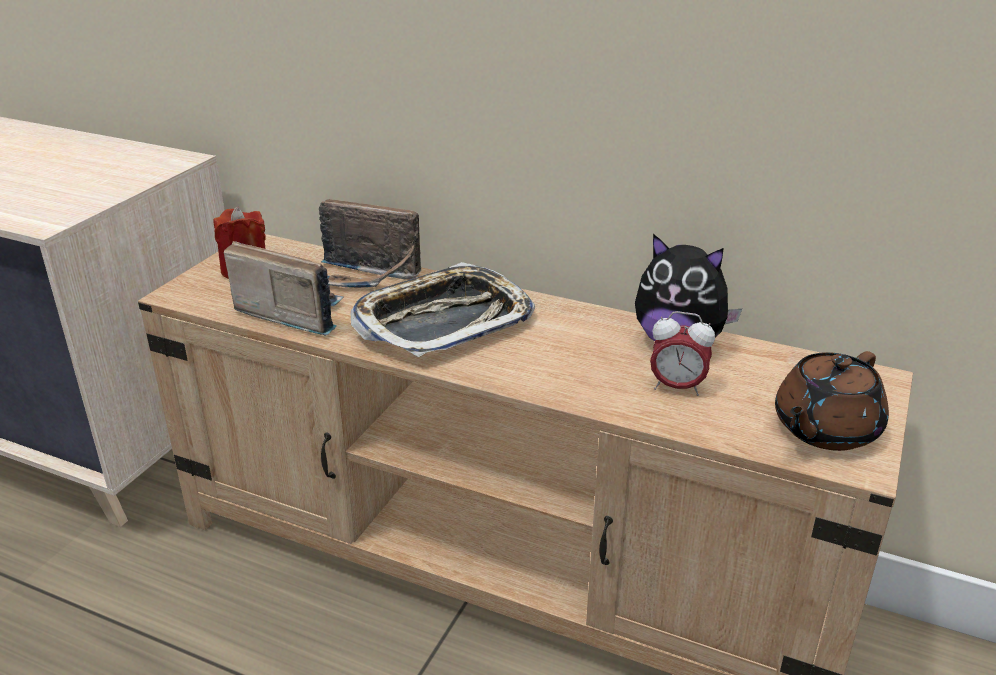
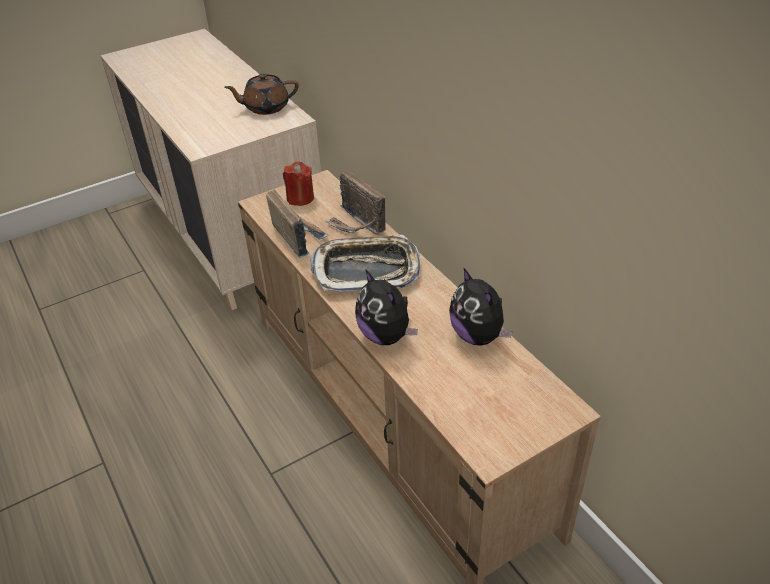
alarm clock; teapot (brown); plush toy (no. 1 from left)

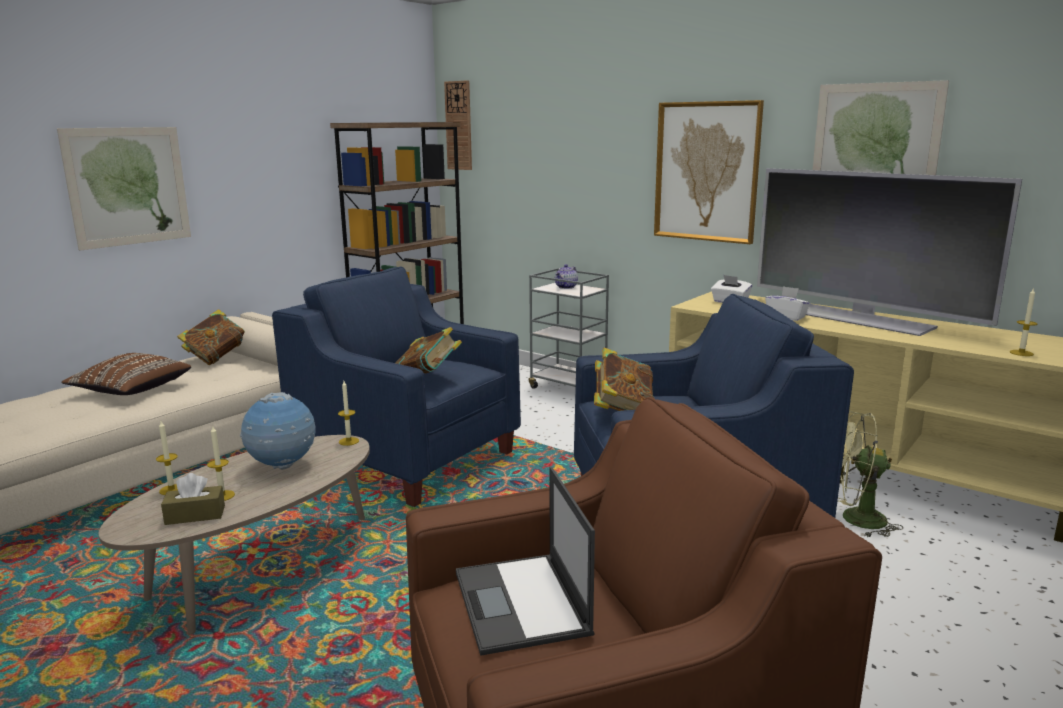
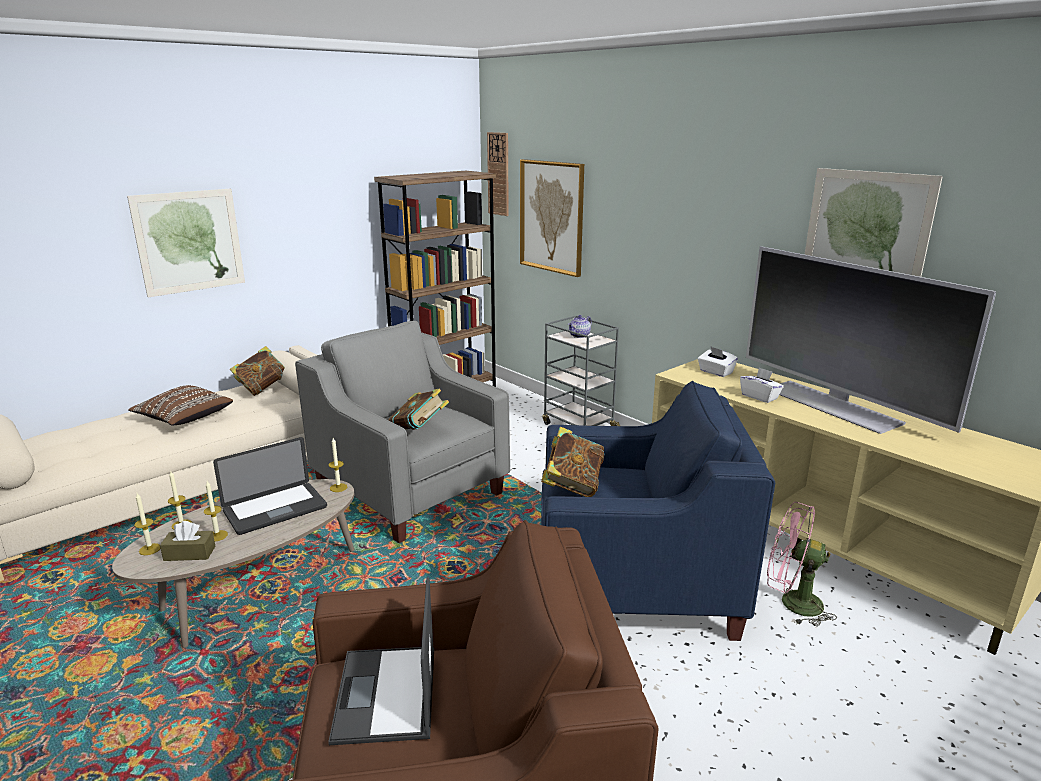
laptop (no. 1 from left); armchair (grey); picture (no. 2 from left); fan (pink); candle (no. 1 from left)

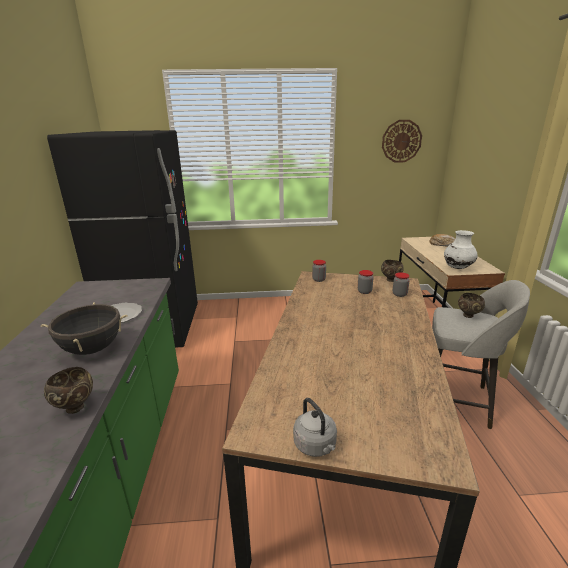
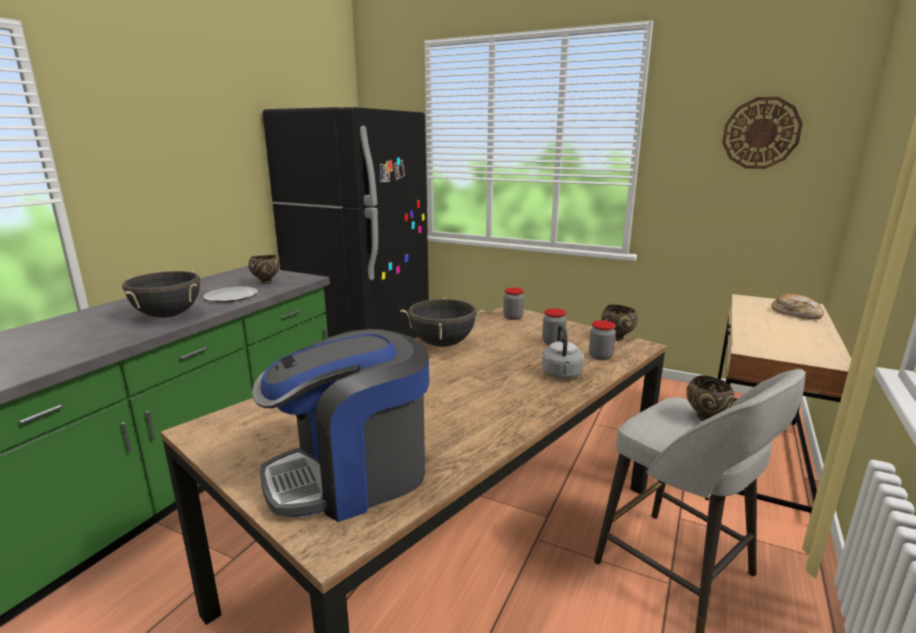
bowl (brown) (no. 1 from left); kettle (grey); vase (white); coffee machine; cooking pot (black) (no. 2 from left)

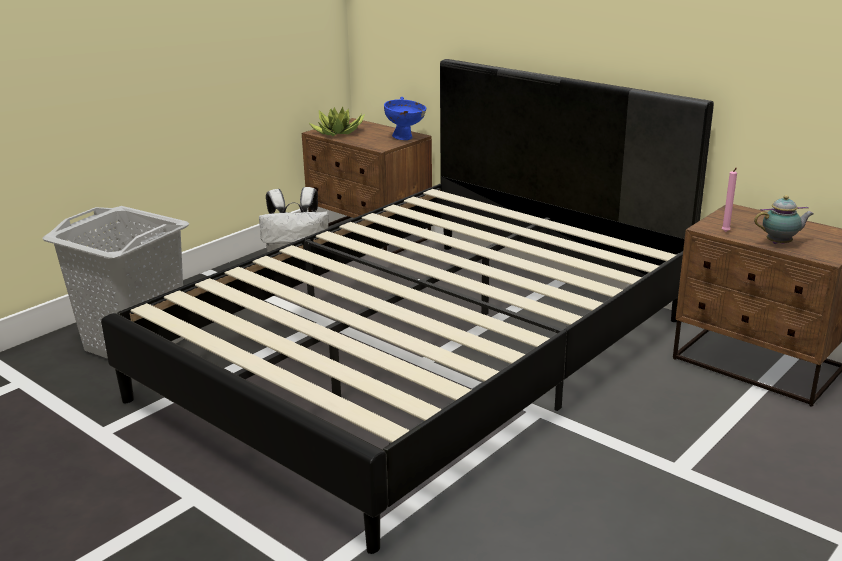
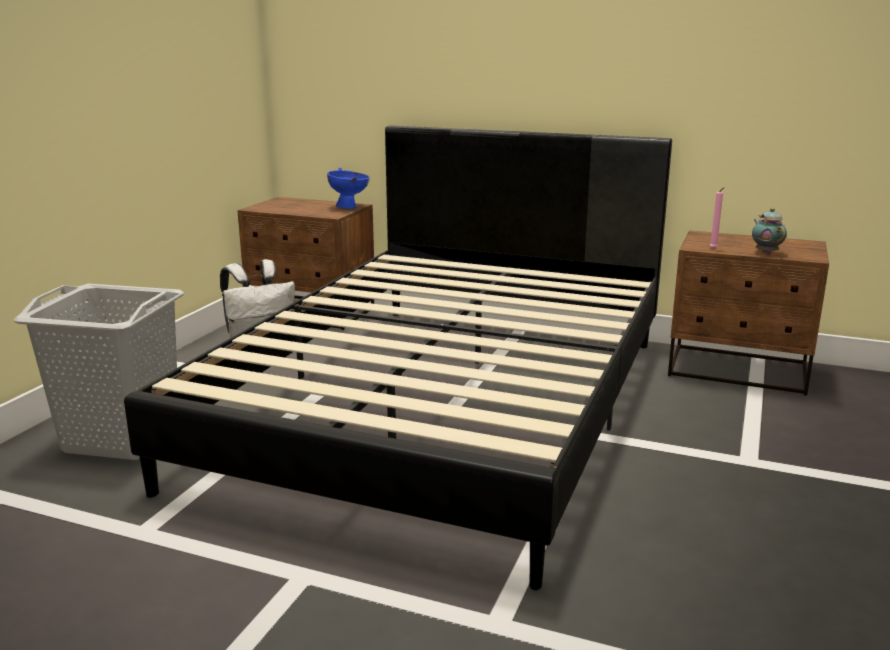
potted plant; teapot

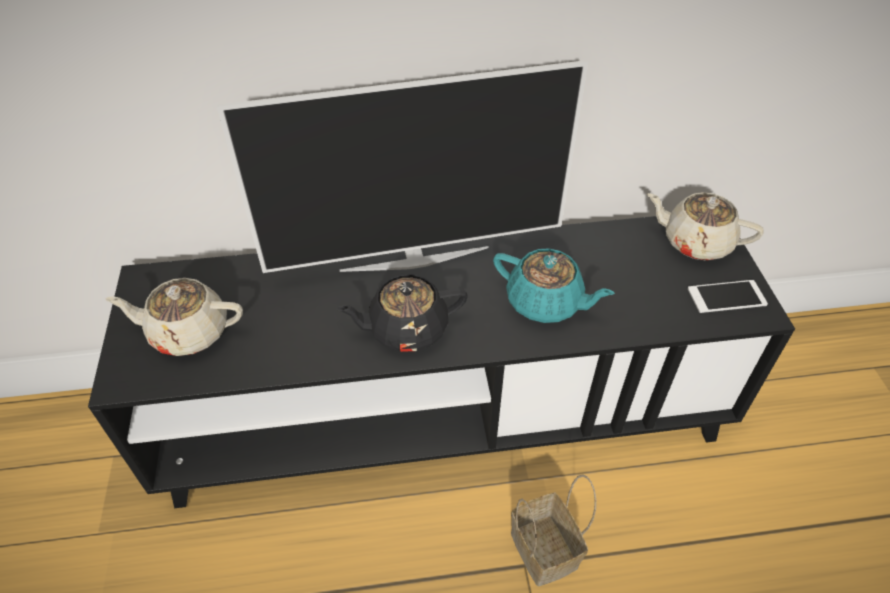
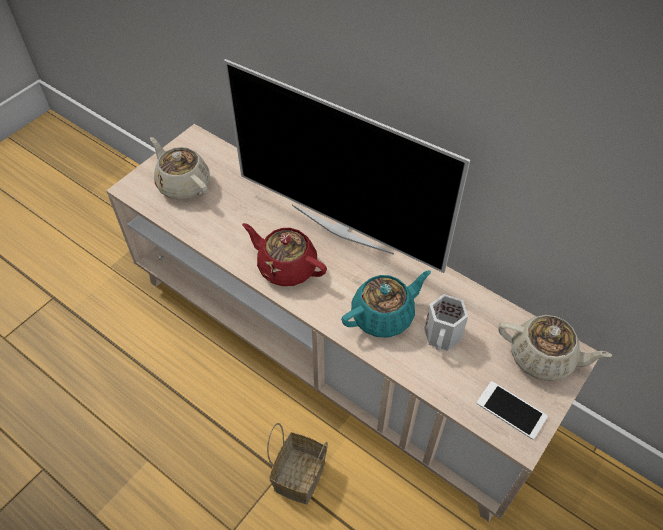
tv stand (beige); teapot (red); teapot (turquoise); teapot (beige) (no. 2 from left); mug (white)

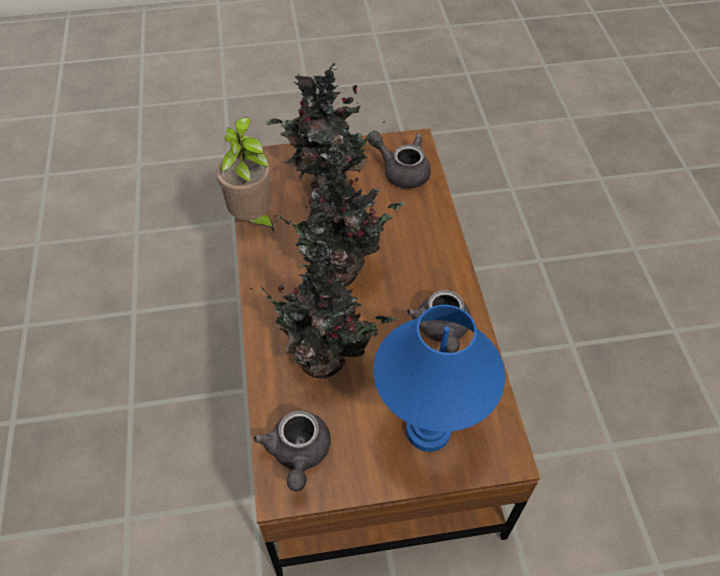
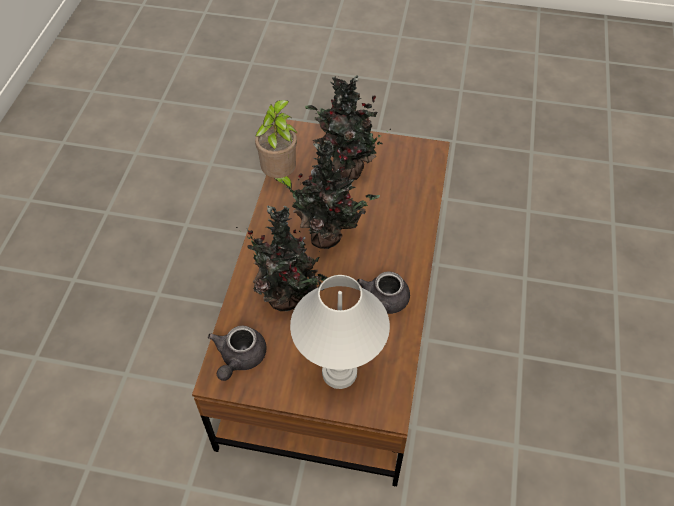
teapot (grey) (no. 2 from left in the first image); table lamp (white)

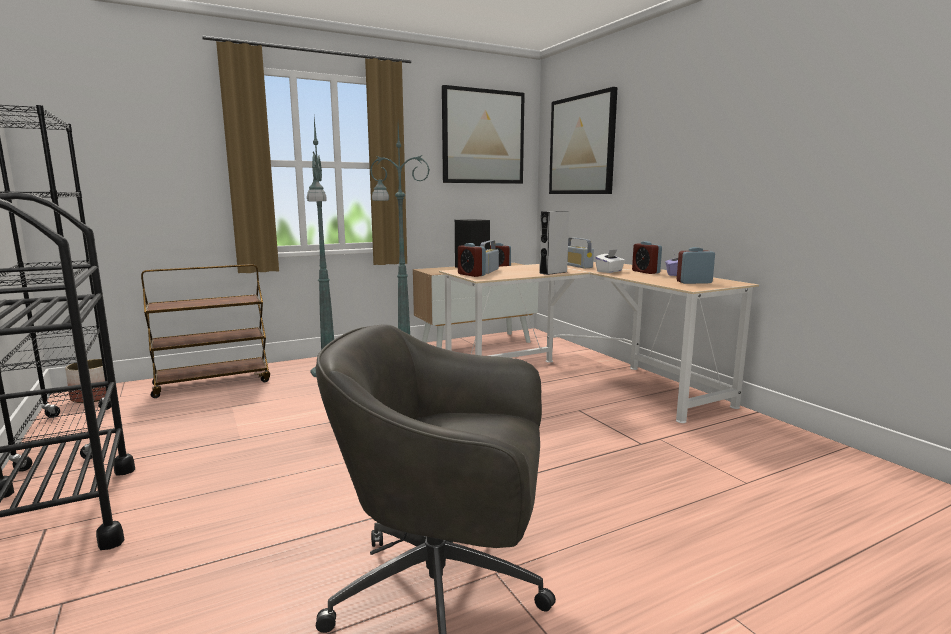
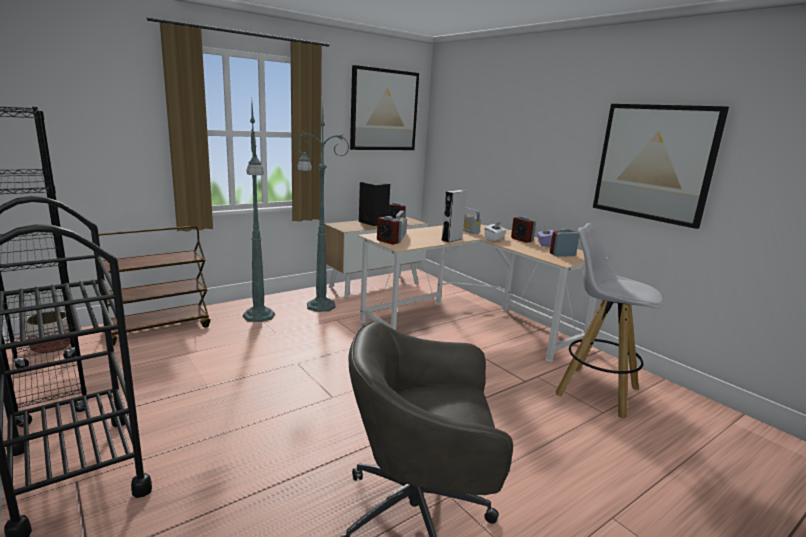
picture (no. 2 from left); stool (white)

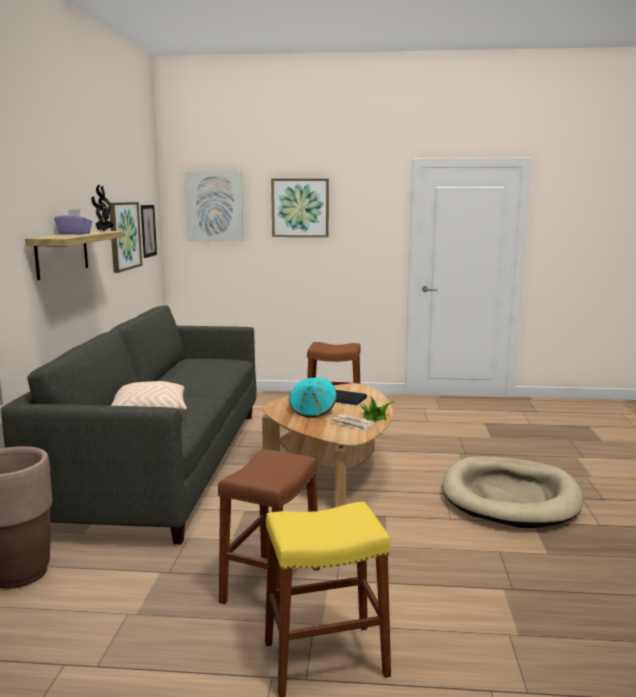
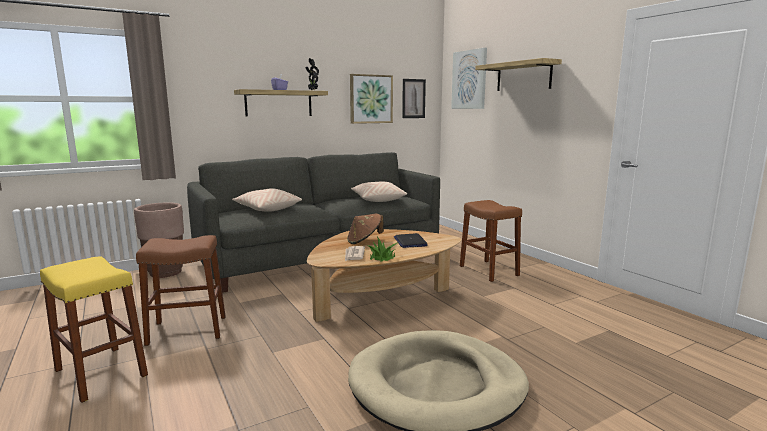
shelf (no. 2 from left); hat (brown); pillow (beige) (no. 2 from left)

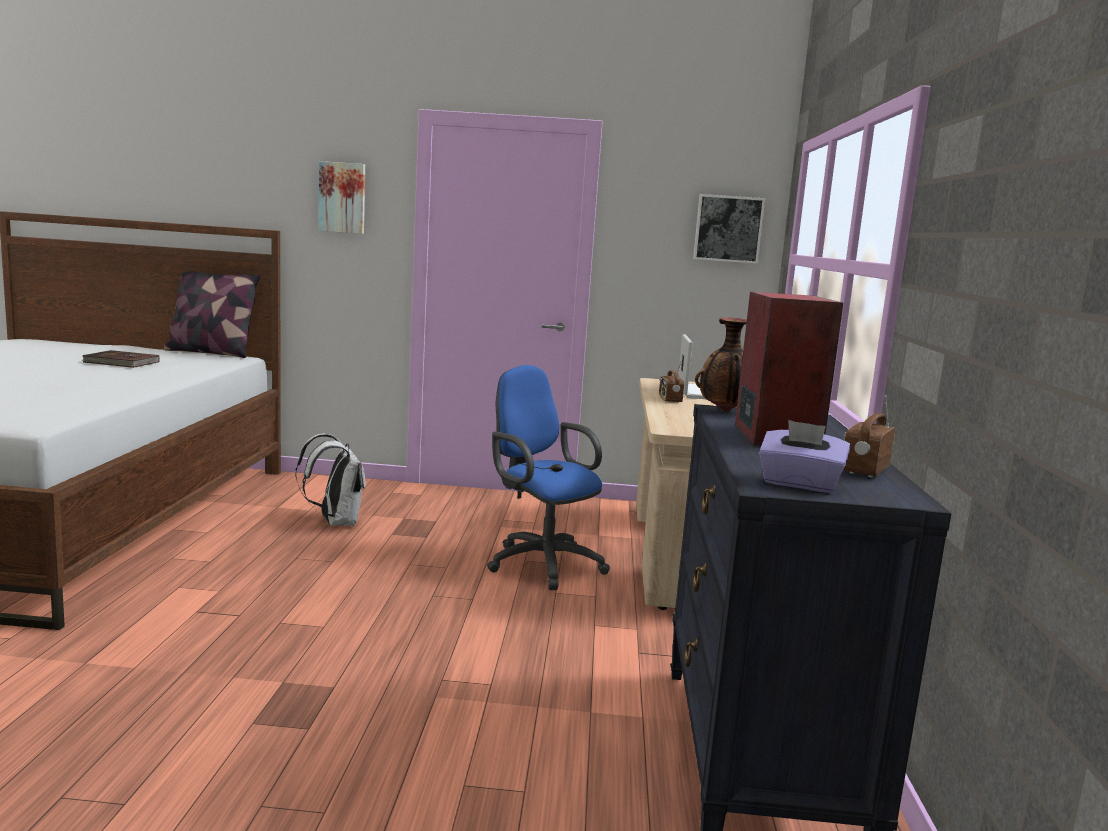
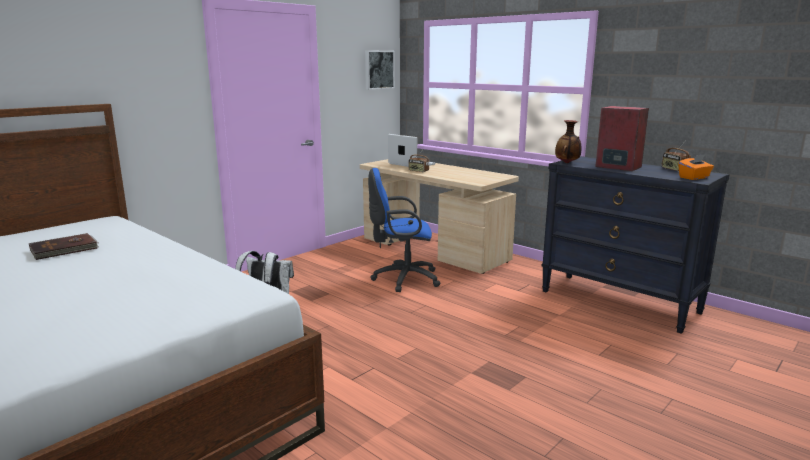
pillow; picture (no. 1 from left in the first image); tissue box (orange)

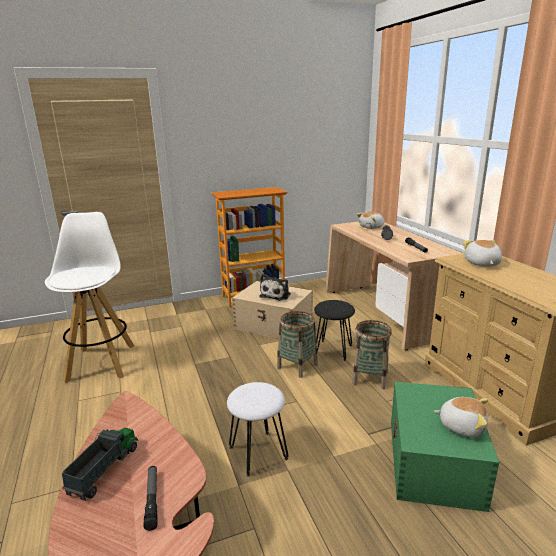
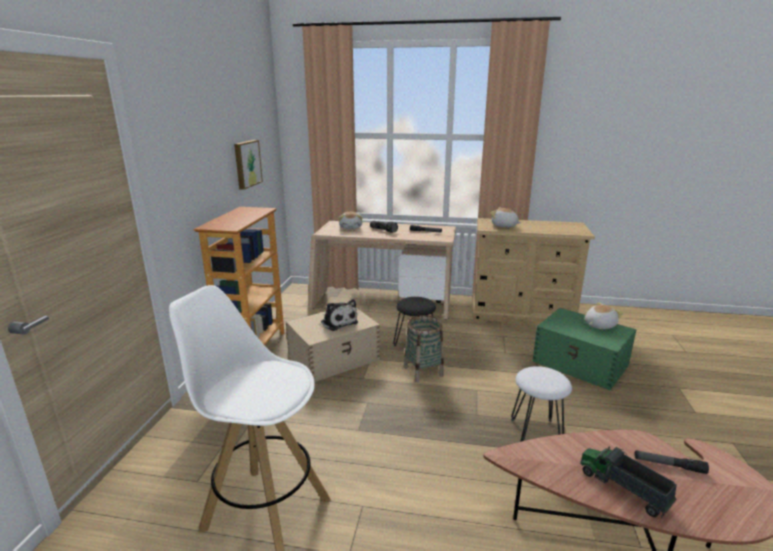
basket (no. 2 from left in the first image); picture

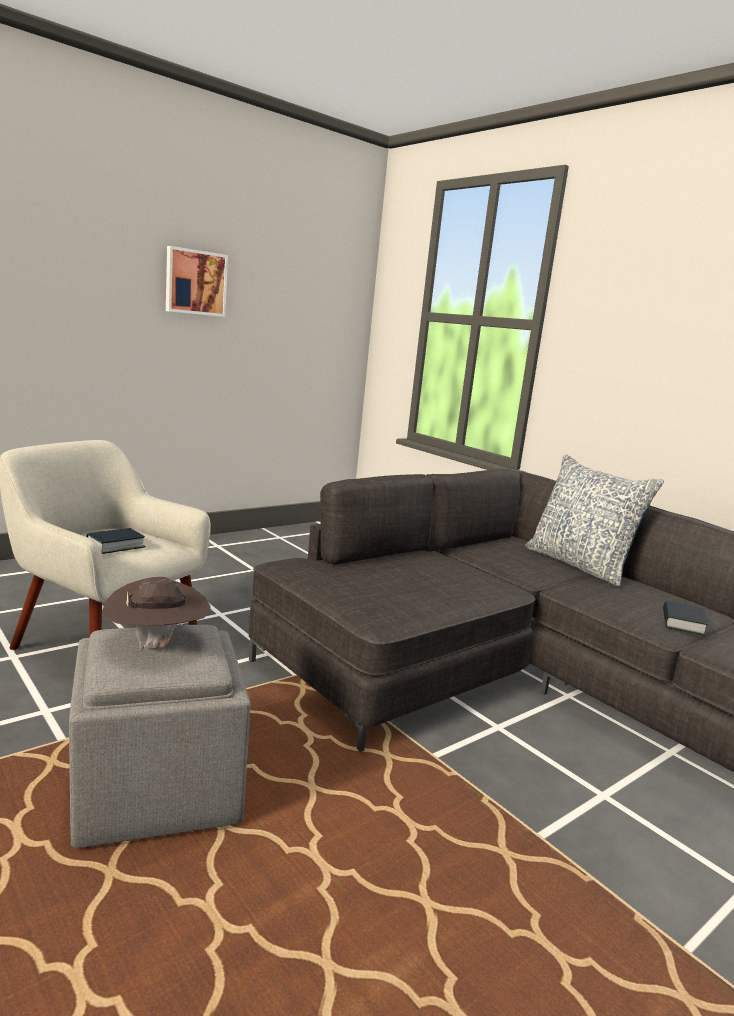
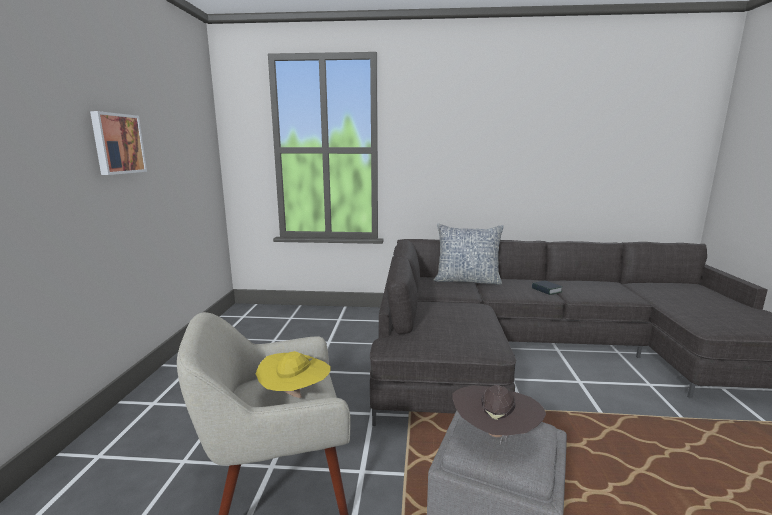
hat (yellow)

